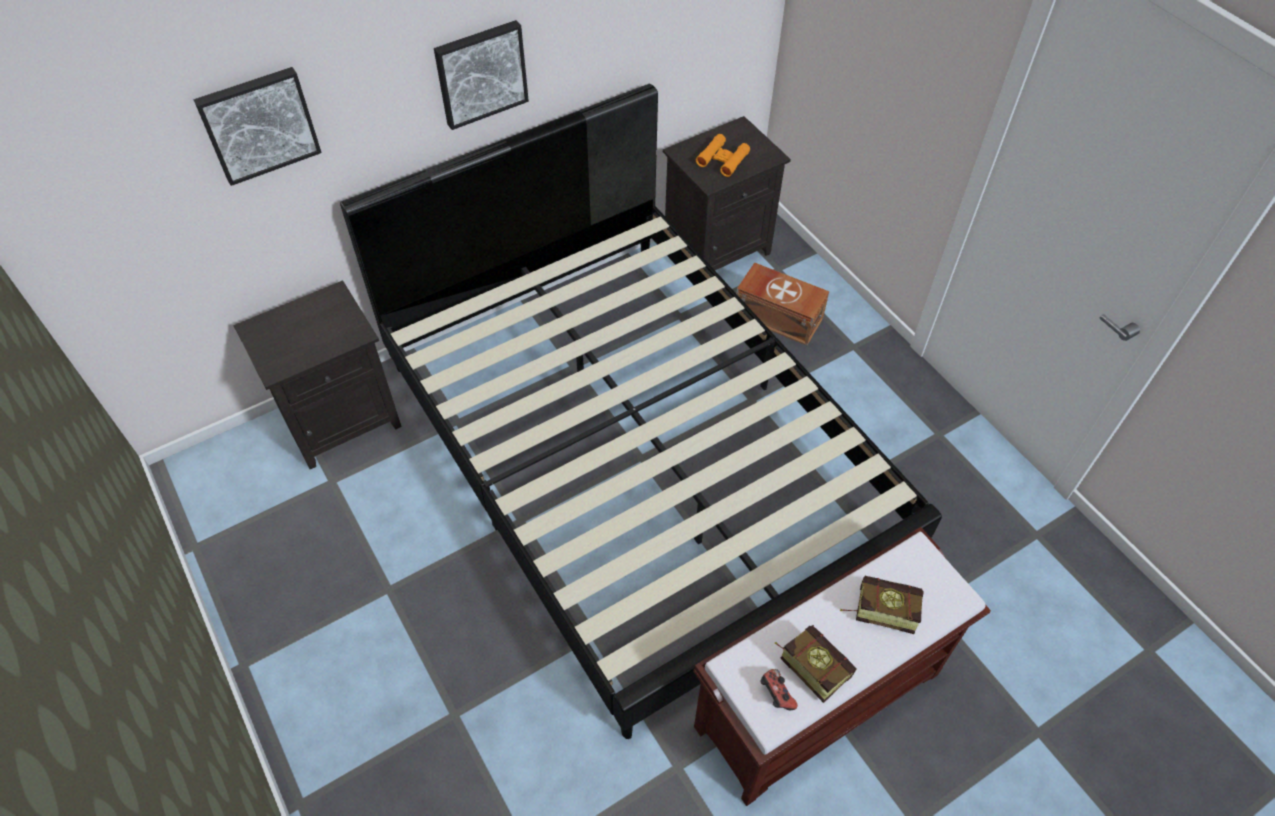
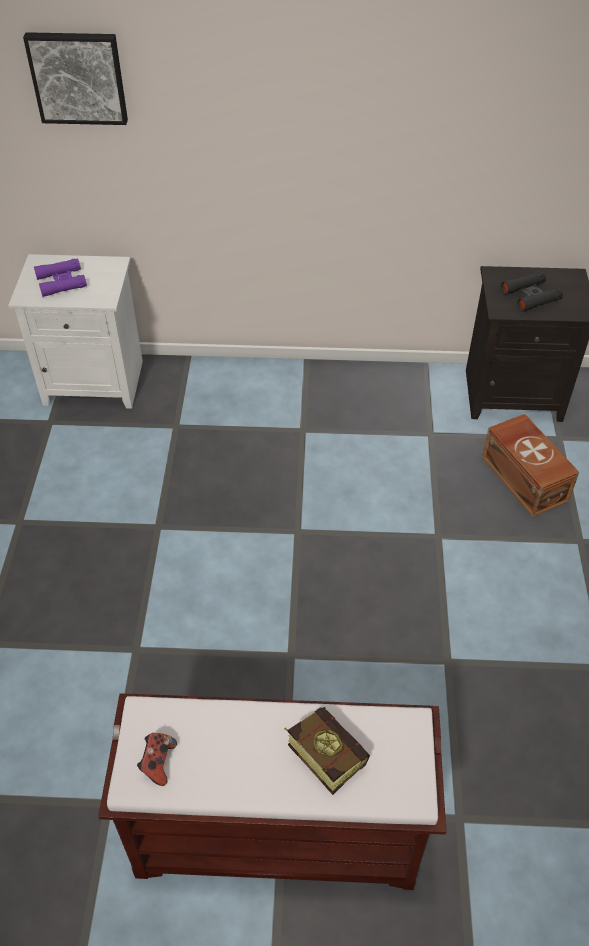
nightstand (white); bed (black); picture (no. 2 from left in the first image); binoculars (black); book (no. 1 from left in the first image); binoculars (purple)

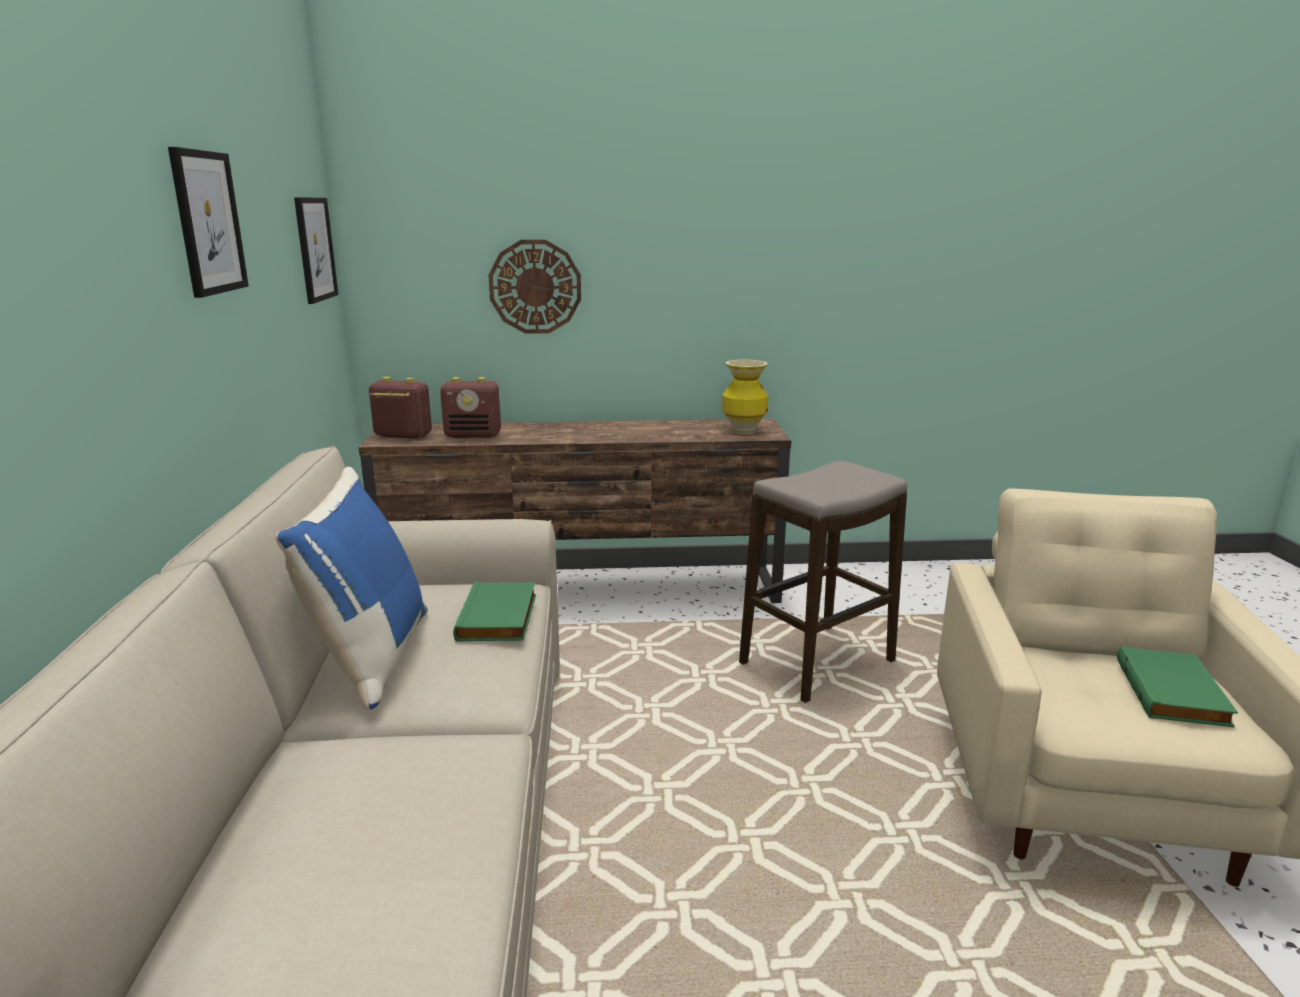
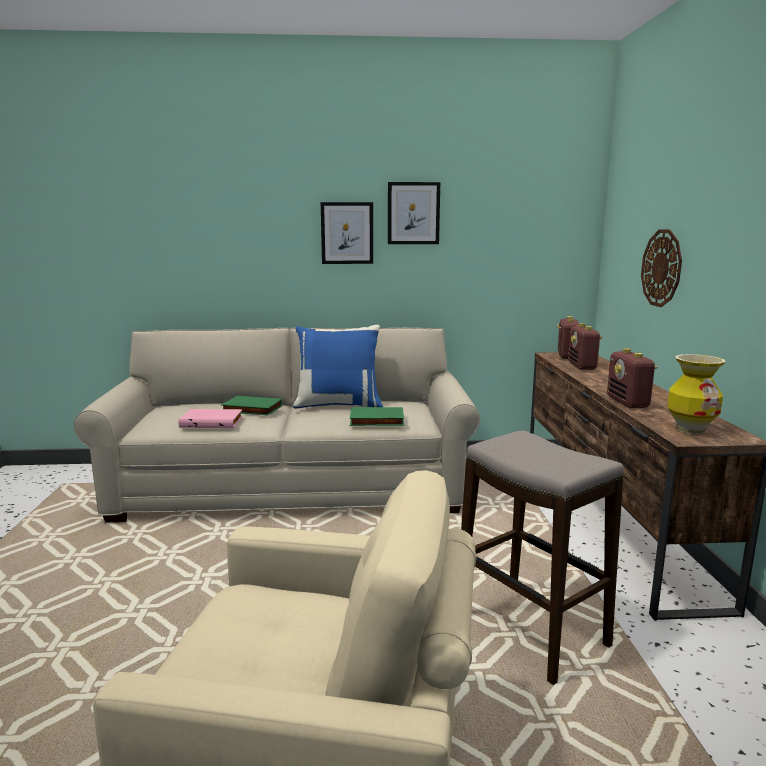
picture (no. 1 from left); book (green) (no. 1 from left); book (pink); radio (no. 3 from left)

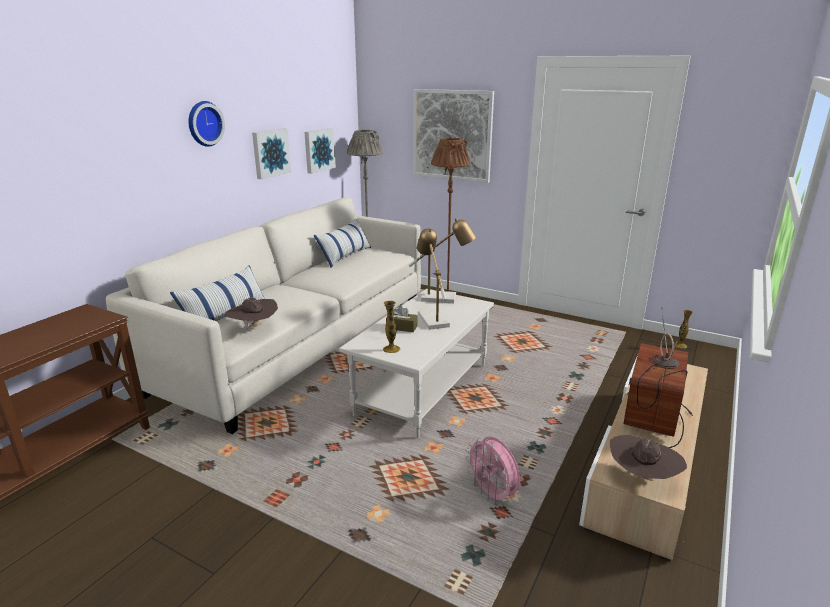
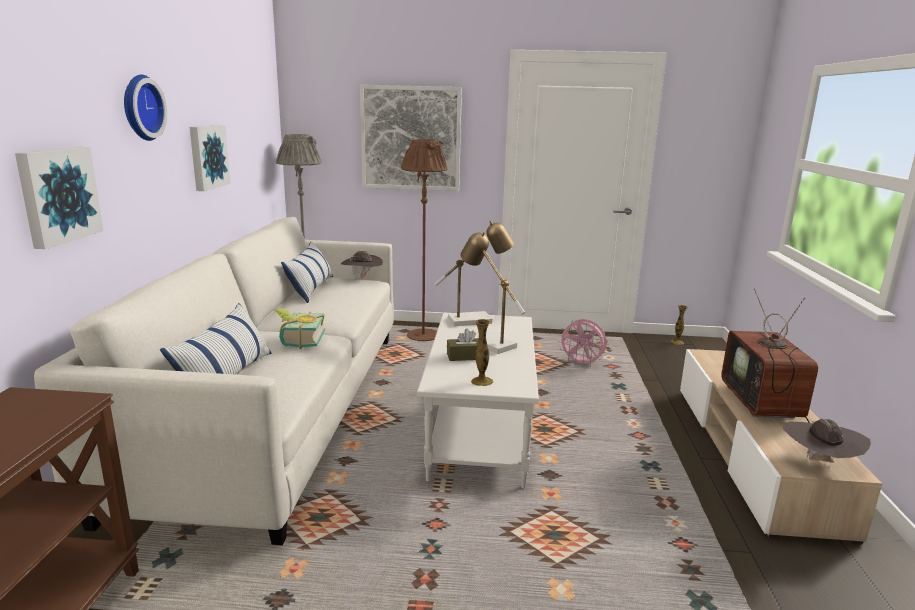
hat (brown) (no. 1 from left); picture (no. 1 from left); fan (pink); book

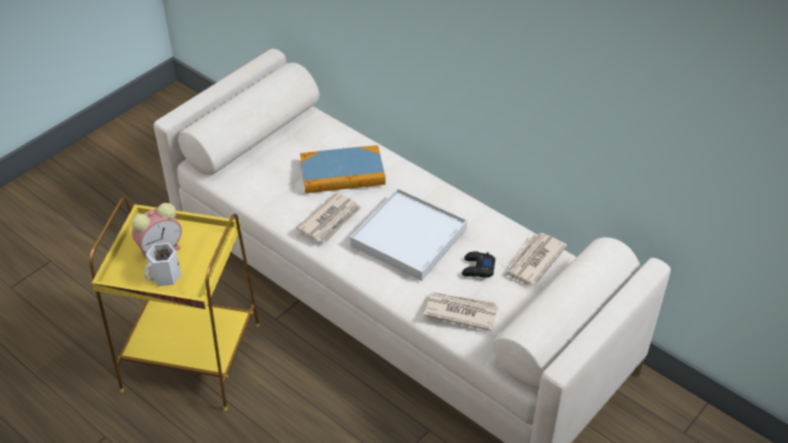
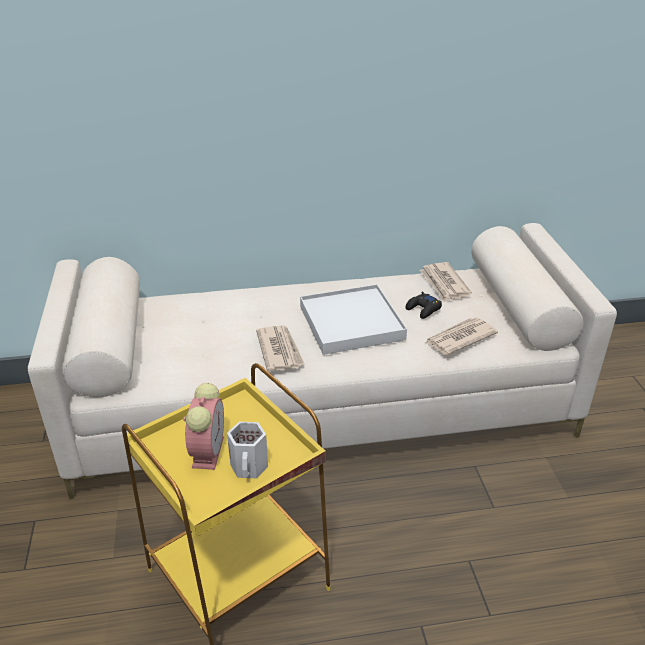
book

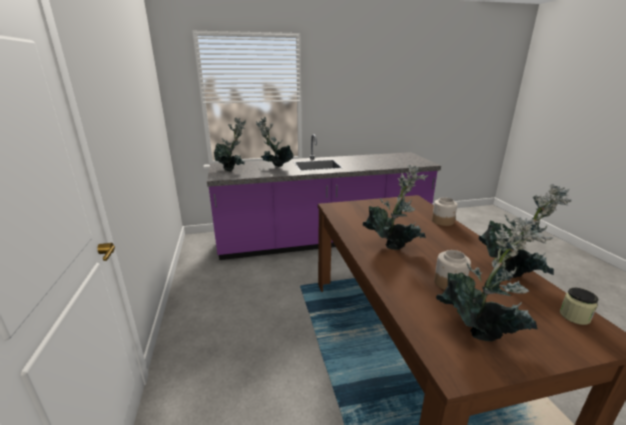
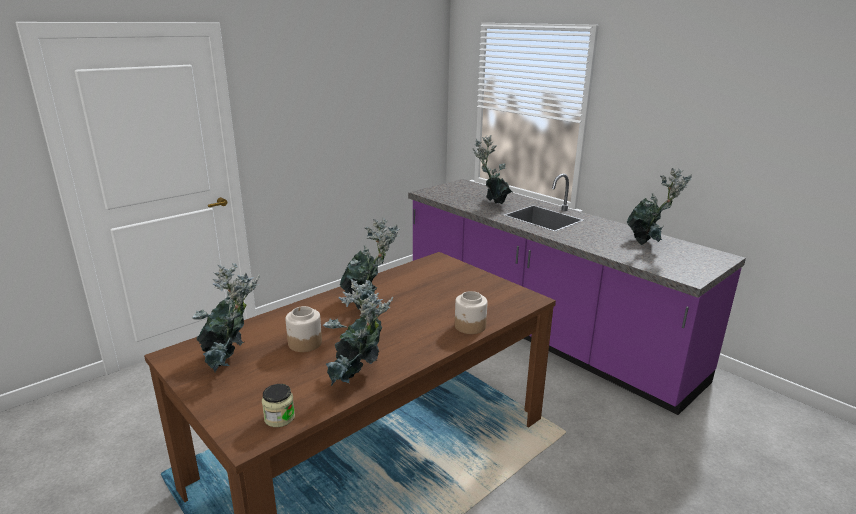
potted plant (no. 5 from left)

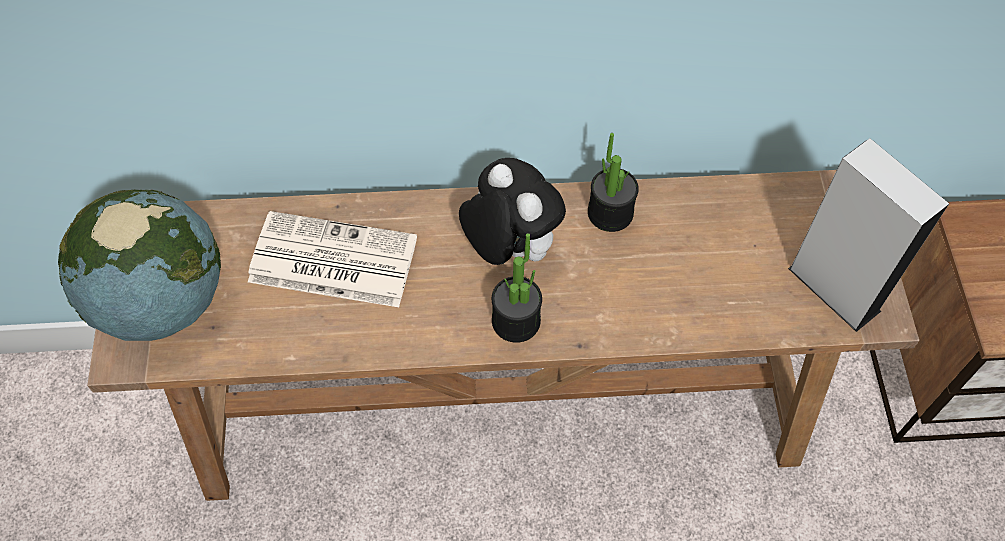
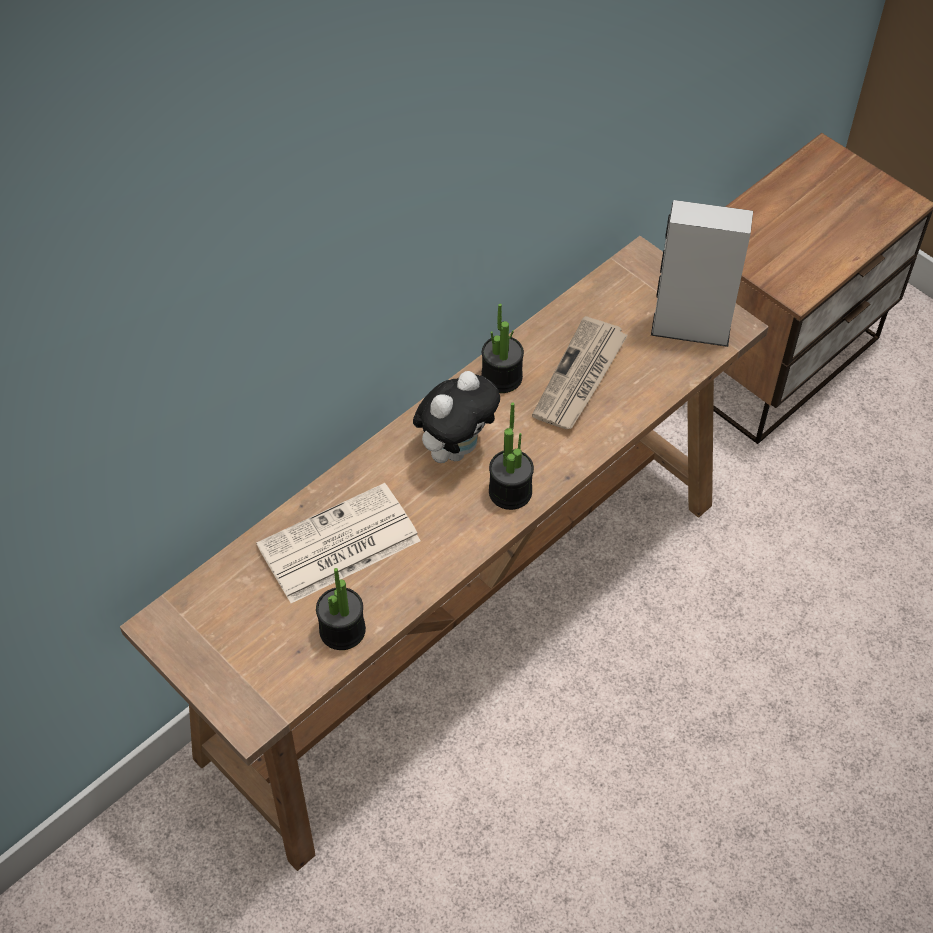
globe; plush toy; potted plant (no. 1 from left); newspaper (no. 2 from left)

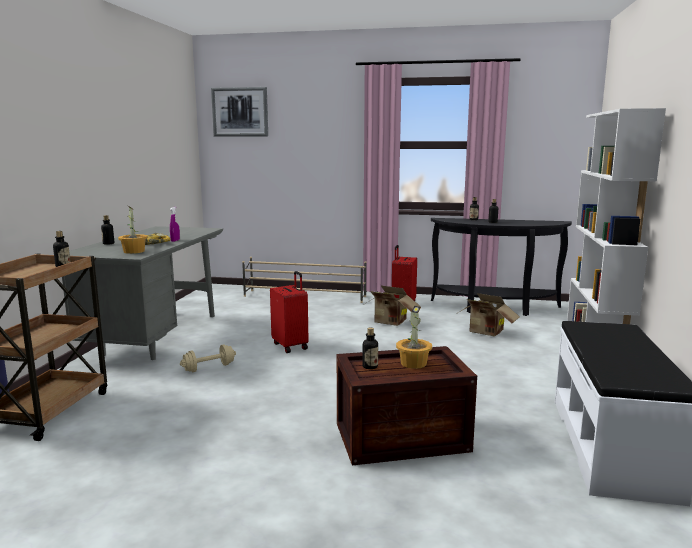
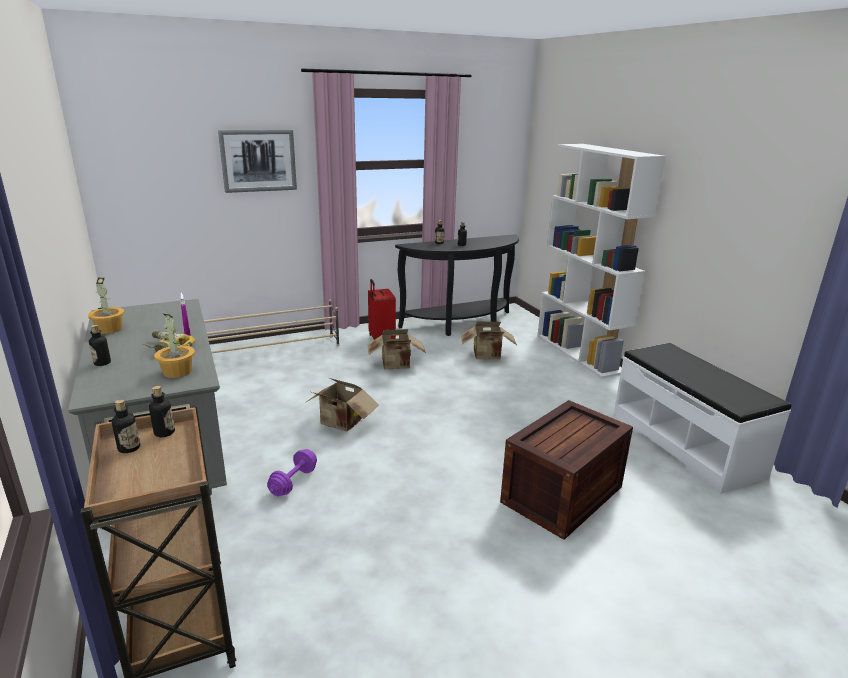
dumbbell (purple); picture; cardboard box (no. 1 from left); bottle (no. 2 from left); potted plant (no. 1 from left)

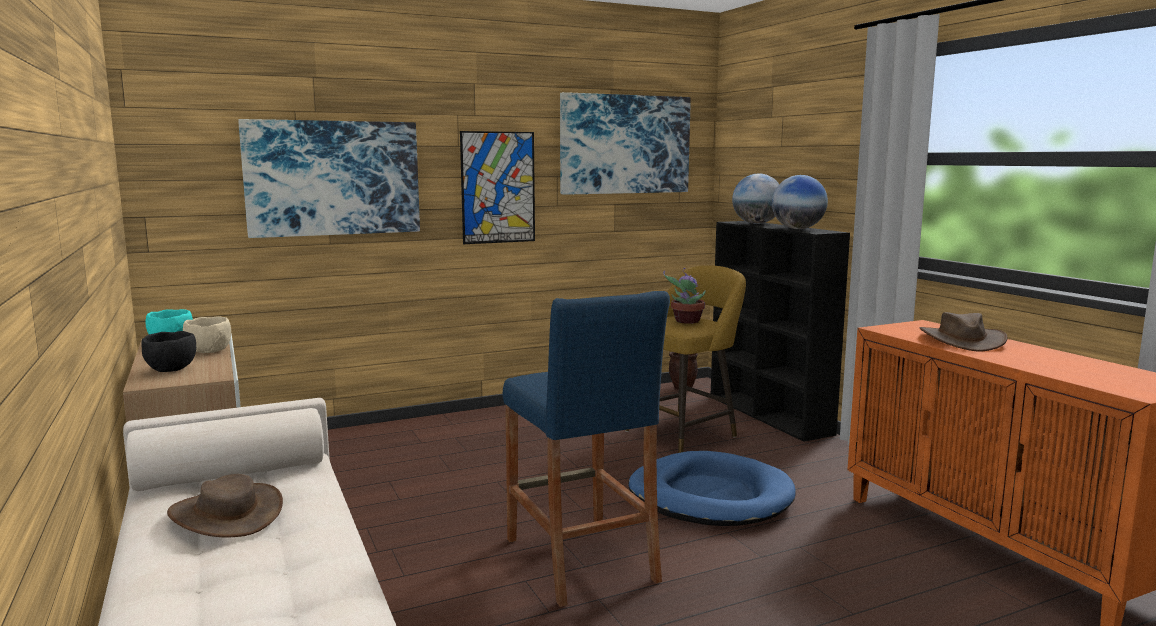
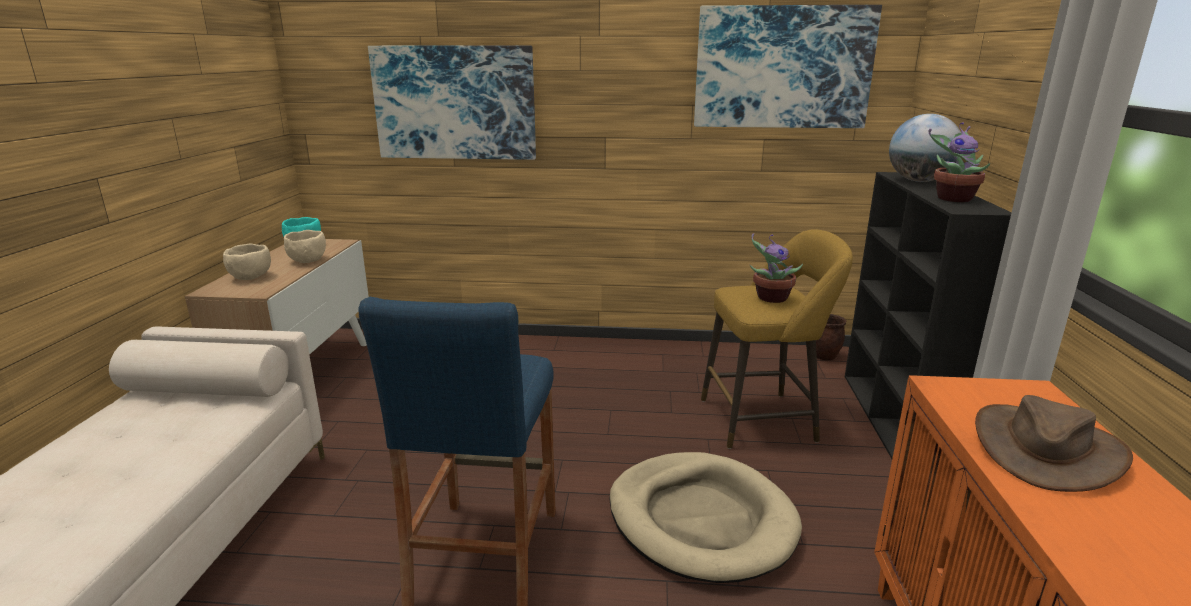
bowl (beige) (no. 1 from left); hat (brown) (no. 1 from left in the first image); picture (no. 2 from left in the first image); dog bed (beige); potted plant (no. 2 from left)

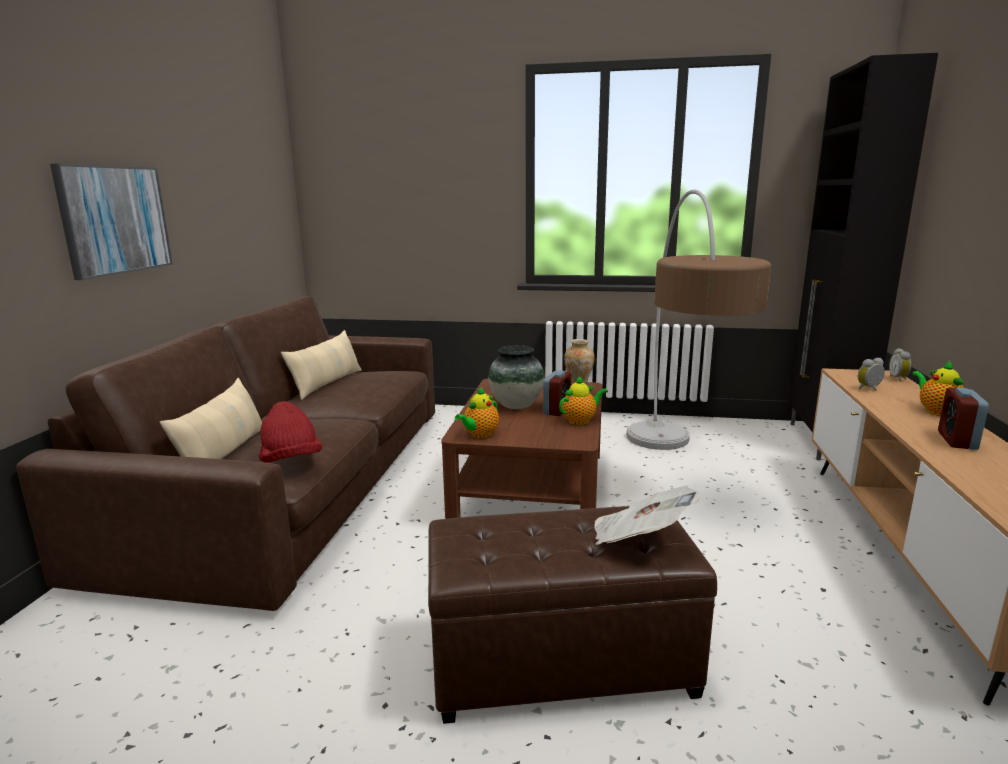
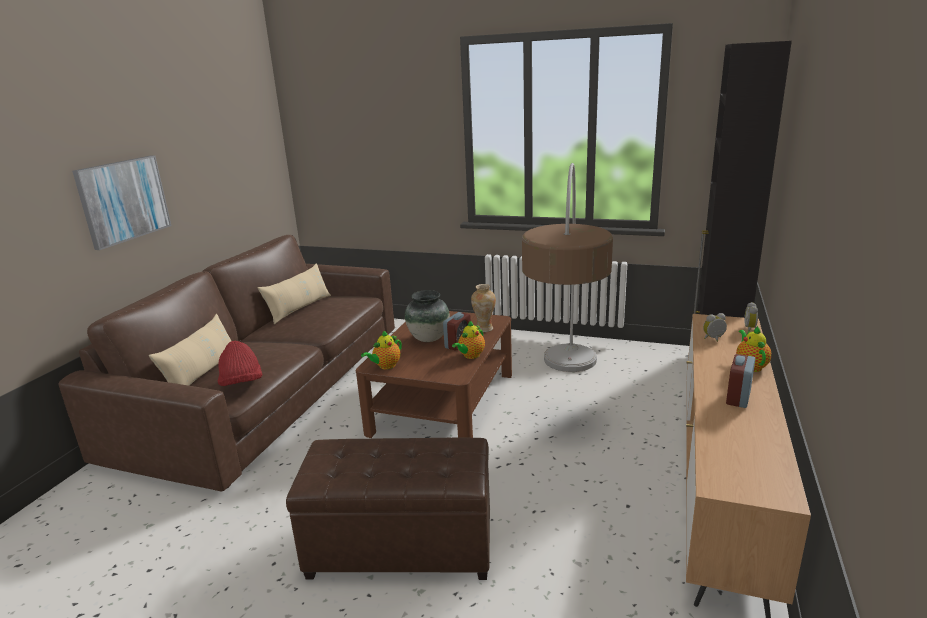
teapot (no. 2 from left); newspaper

